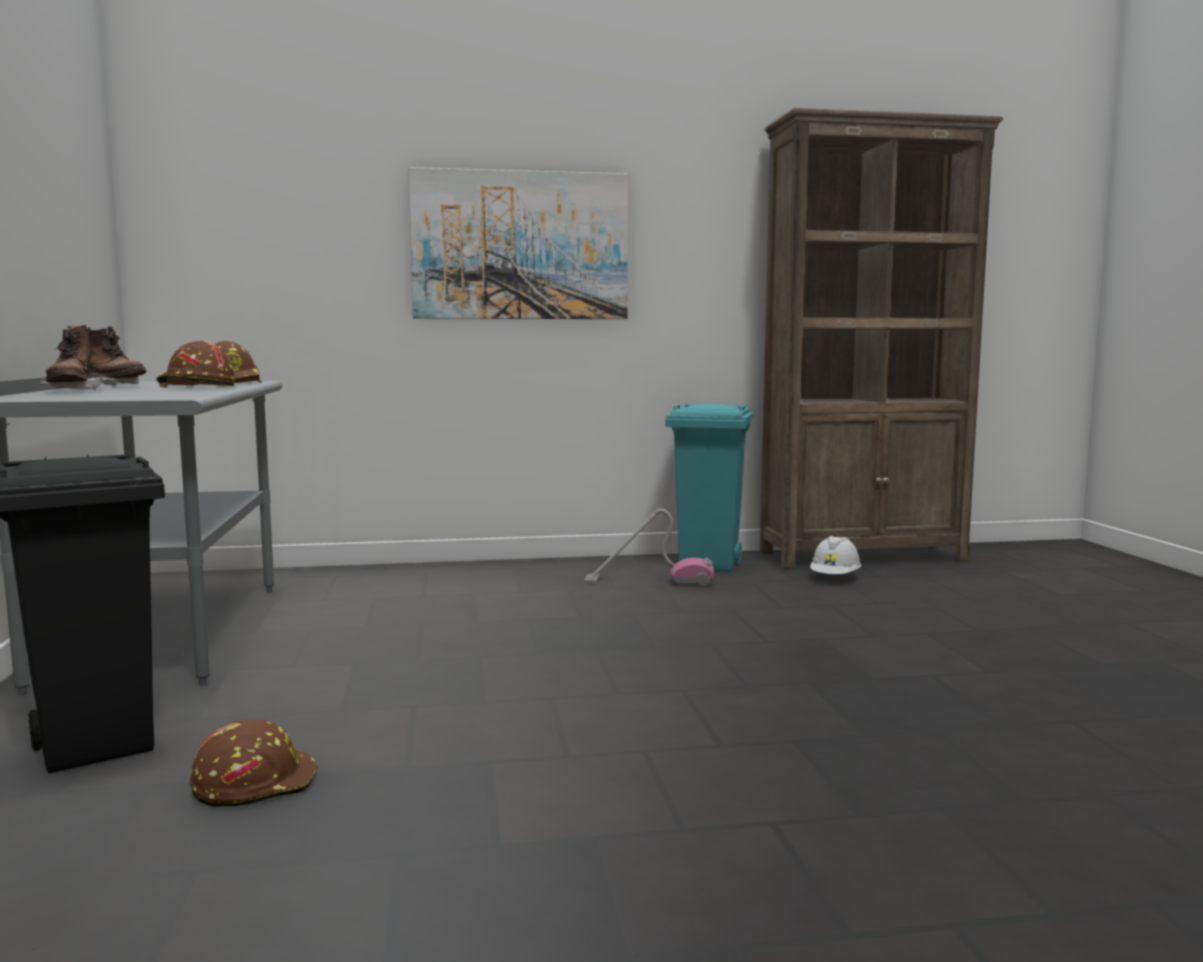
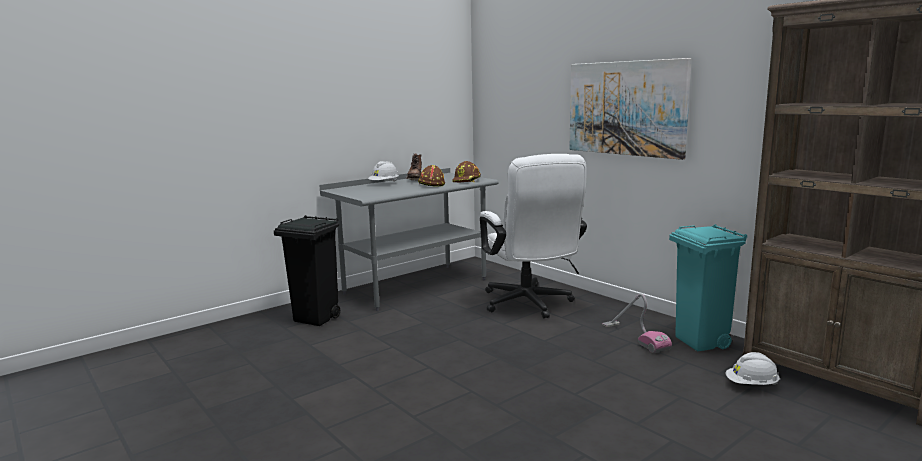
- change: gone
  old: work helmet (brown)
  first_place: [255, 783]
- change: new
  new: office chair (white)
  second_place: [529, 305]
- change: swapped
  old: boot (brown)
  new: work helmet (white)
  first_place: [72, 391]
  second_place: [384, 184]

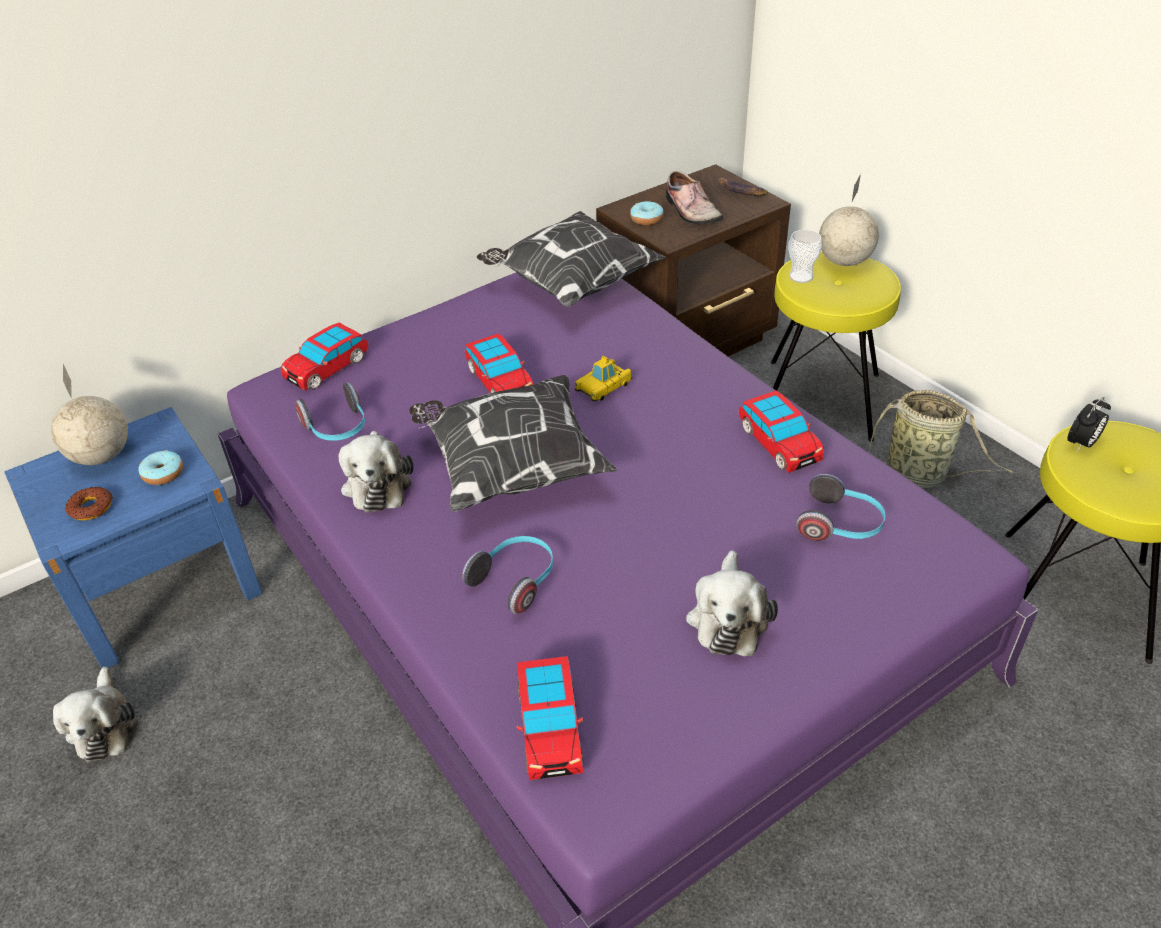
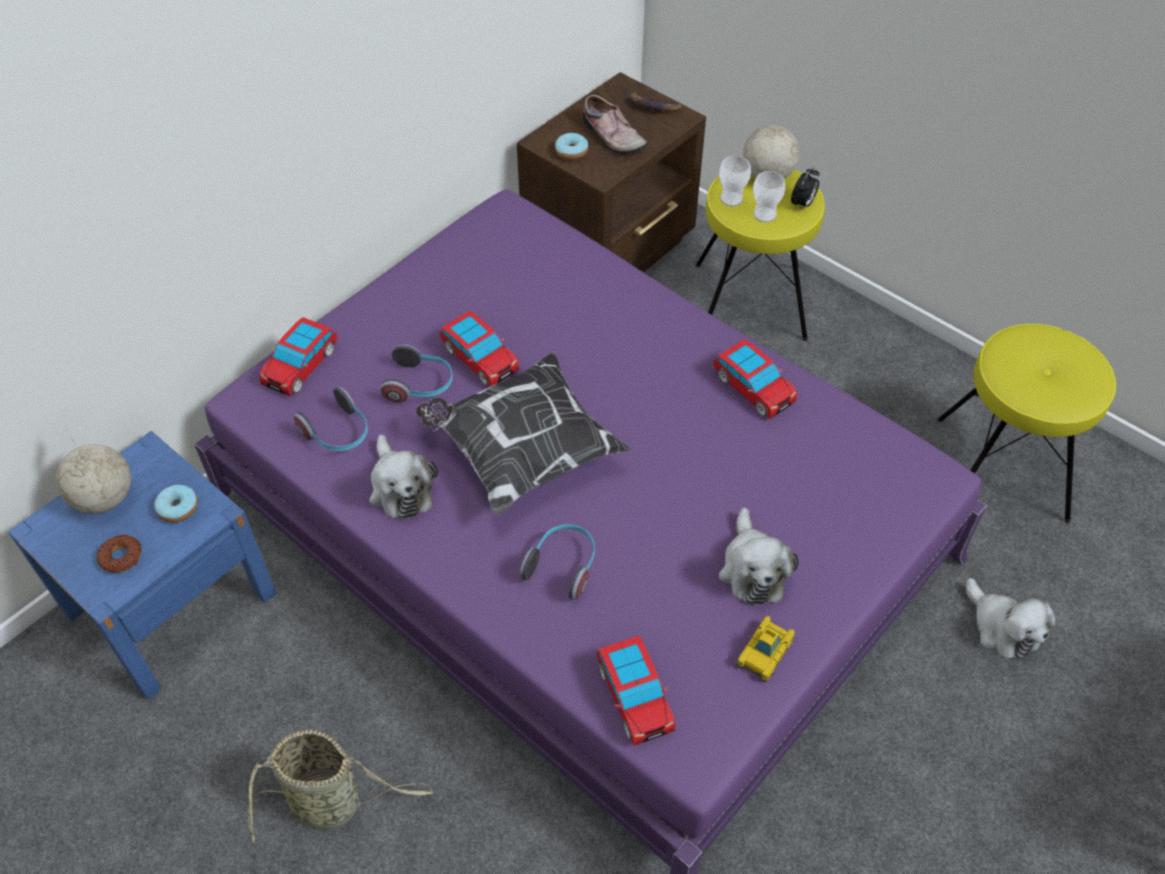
- change: gone
  old: throw pillow
  first_place: [571, 285]
- change: new
  new: small cup
  second_place: [764, 215]
- change: shifted
  old: soft toy
  first_place: [104, 725]
  second_place: [1002, 628]
- change: shifted
  old: toy car
  first_place: [603, 386]
  second_place: [764, 652]
- change: shifted
  old: pair of headphones
  first_place: [840, 525]
  second_place: [420, 385]
- change: shifted
  old: household basket
  first_place: [919, 475]
  second_place: [332, 803]
- change: shifted
  old: bedside clock
  first_place: [1081, 444]
  second_place: [802, 204]

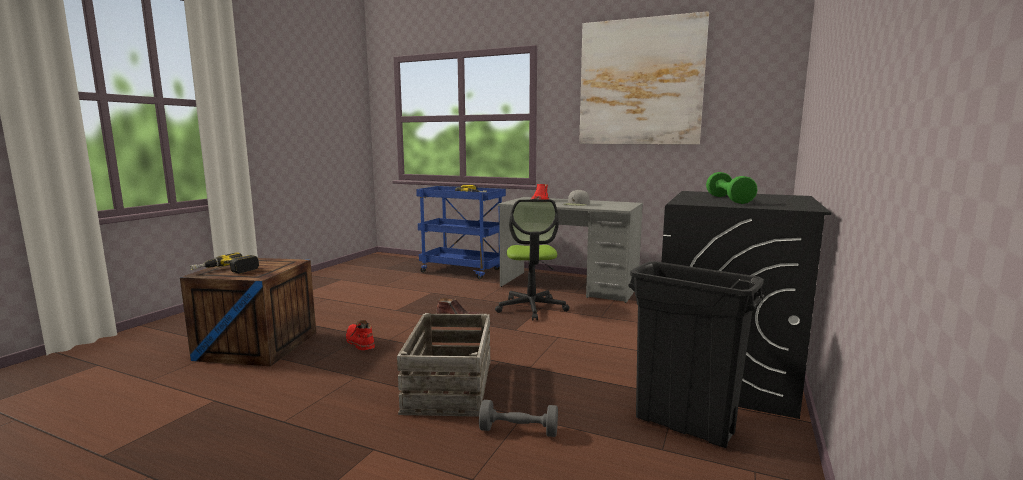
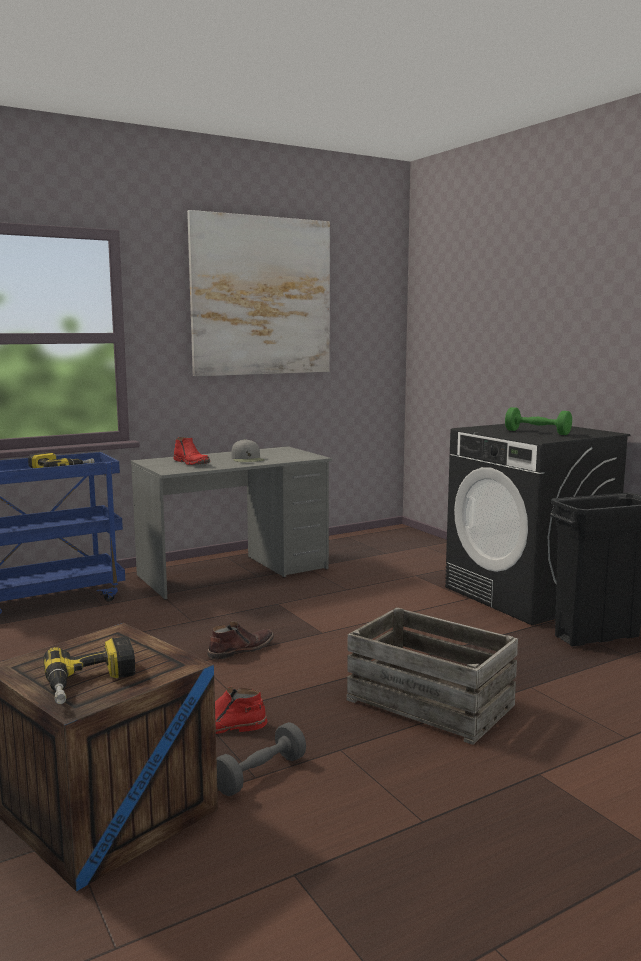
- change: gone
  old: office chair
  first_place: [531, 308]
- change: shifted
  old: free weight (greyish)
  first_place: [518, 431]
  second_place: [260, 774]

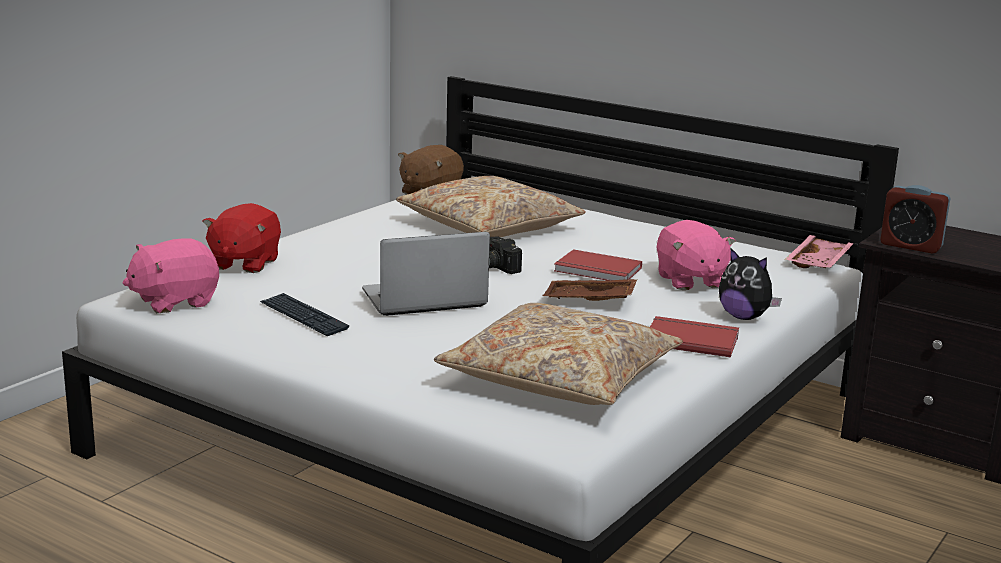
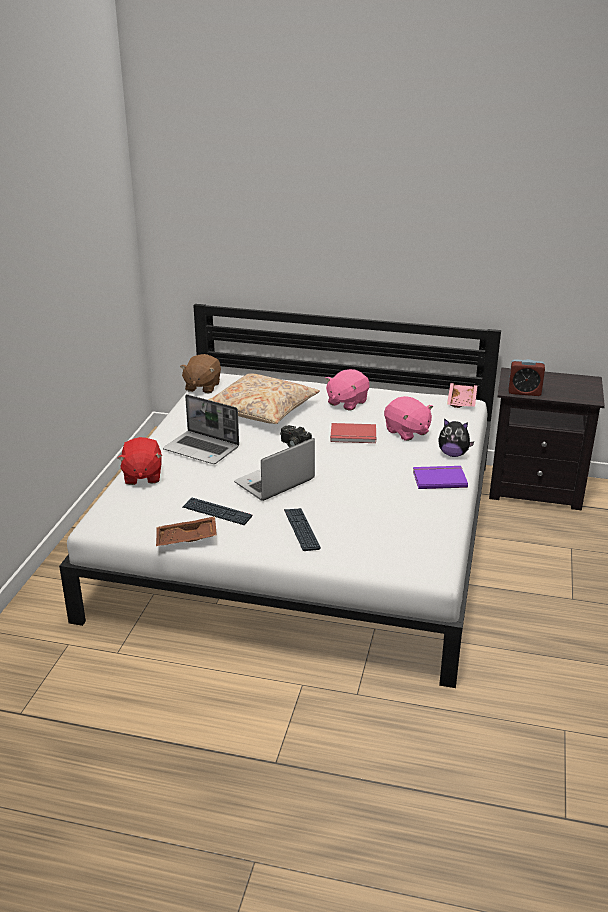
- change: gone
  old: throw pillow (beige)
  first_place: [560, 377]
- change: new
  new: laptop
  second_place: [202, 449]
- change: new
  new: keyboard
  second_place: [301, 530]
- change: shifted
  old: soft toy (pinkish)
  first_place: [174, 302]
  second_place: [346, 402]
- change: shifted
  old: carrying tray (brown)
  first_place: [589, 301]
  second_place: [186, 539]
- change: repainted
  old: book (reddish)
  new: book (purple-coloured)
  first_place: [691, 339]
  second_place: [439, 478]

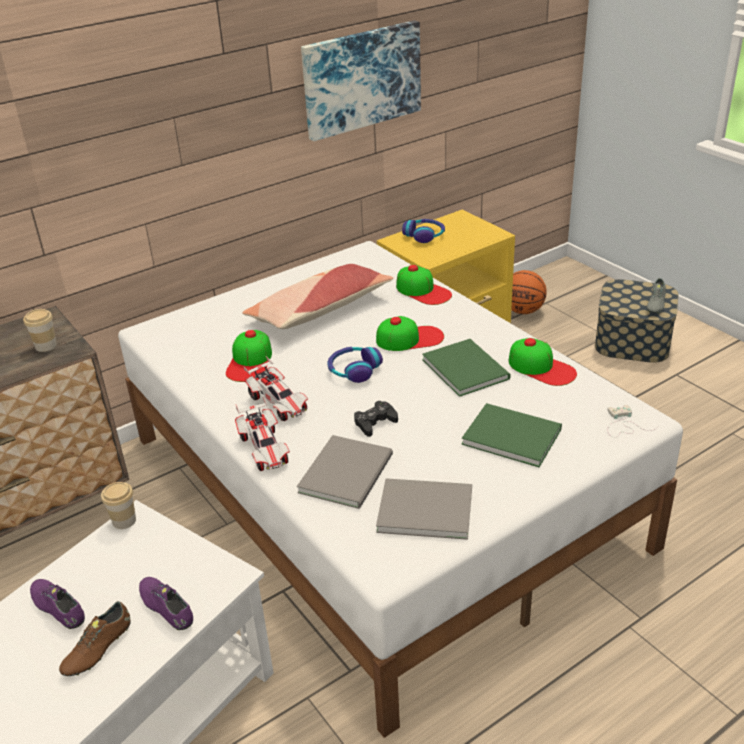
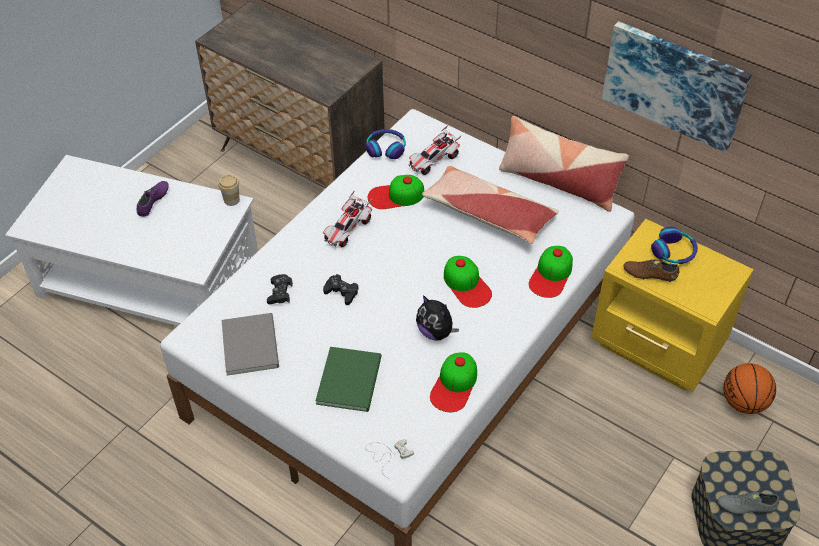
- change: gone
  old: small cup
  first_place: [46, 346]
- change: gone
  old: low shoe (purple-coloured)
  first_place: [167, 608]
- change: new
  new: throw pillow
  second_place: [558, 181]
- change: shifted
  old: low shoe (brown)
  first_place: [98, 649]
  second_place: [649, 274]
- change: shifted
  old: toy car
  first_place: [265, 449]
  second_place: [434, 160]
- change: shifted
  old: pair of headphones
  first_place: [354, 370]
  second_place: [386, 148]
- change: swapped
  old: book (greyish)
  new: joypad (black)
  first_place: [349, 472]
  second_place: [280, 293]
- change: swapped
  old: book (green-coloured)
  new: soft toy
  first_place: [465, 367]
  second_place: [436, 332]

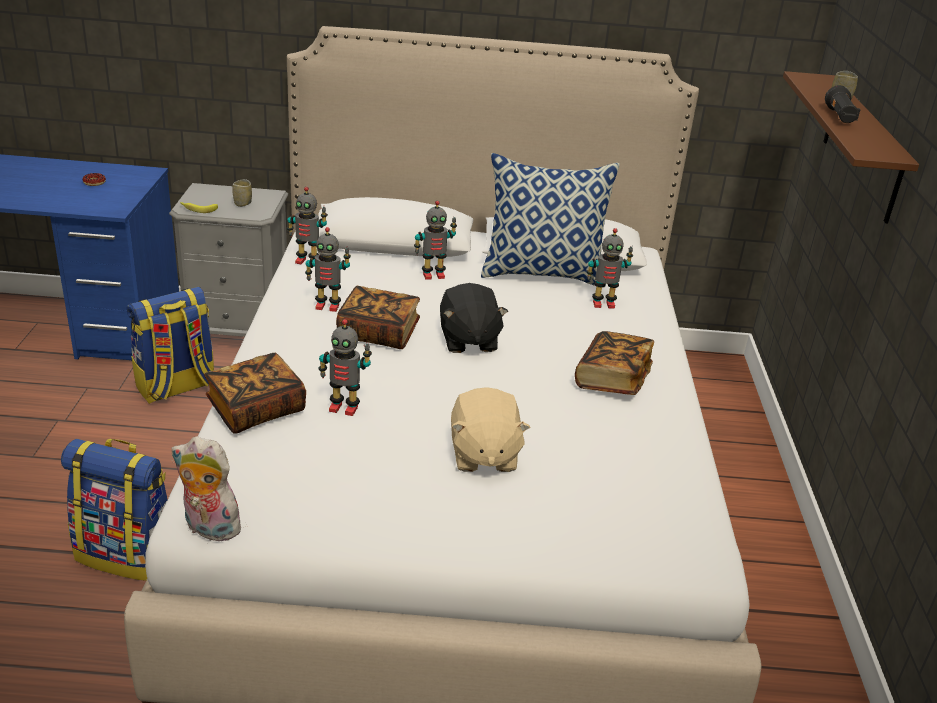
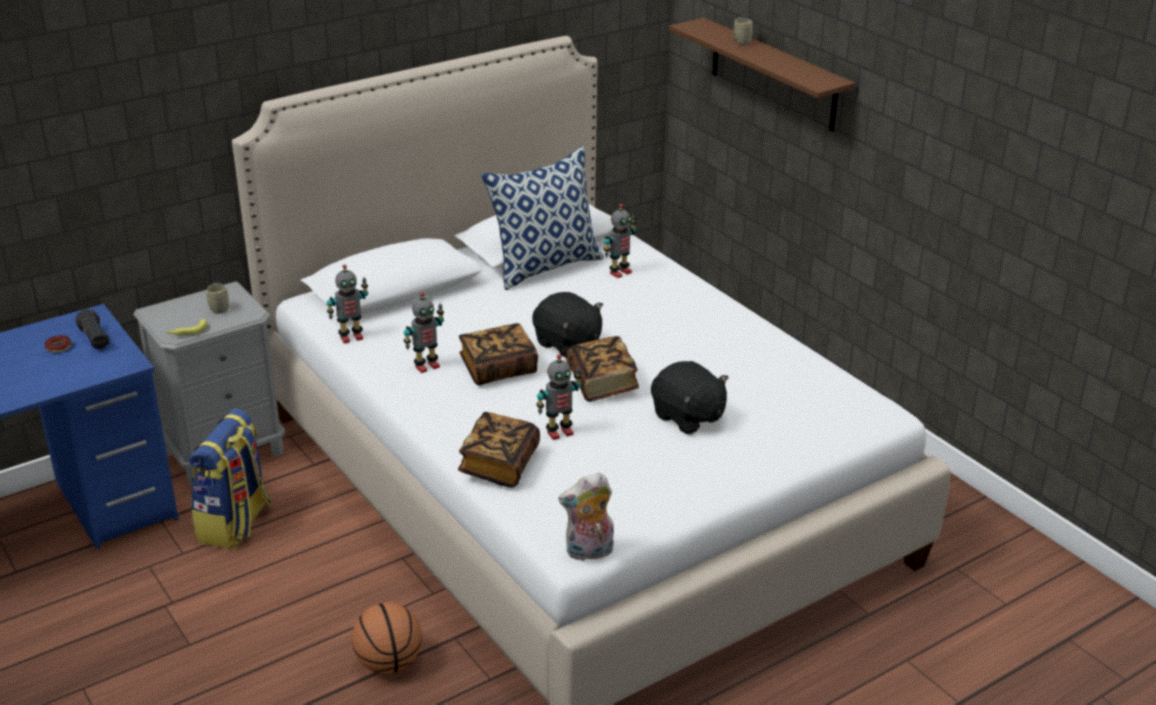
- change: gone
  old: robot figure
  first_place: [433, 275]
- change: shifted
  old: book
  first_place: [612, 379]
  second_place: [602, 383]
- change: shifted
  old: torch (black)
  first_place: [839, 117]
  second_place: [95, 340]
- change: swapped
  old: knapsack
  new: basketball
  first_place: [128, 554]
  second_place: [389, 663]
- change: repainted
  old: soft toy (beige)
  new: soft toy (black)
  first_place: [483, 455]
  second_place: [688, 417]

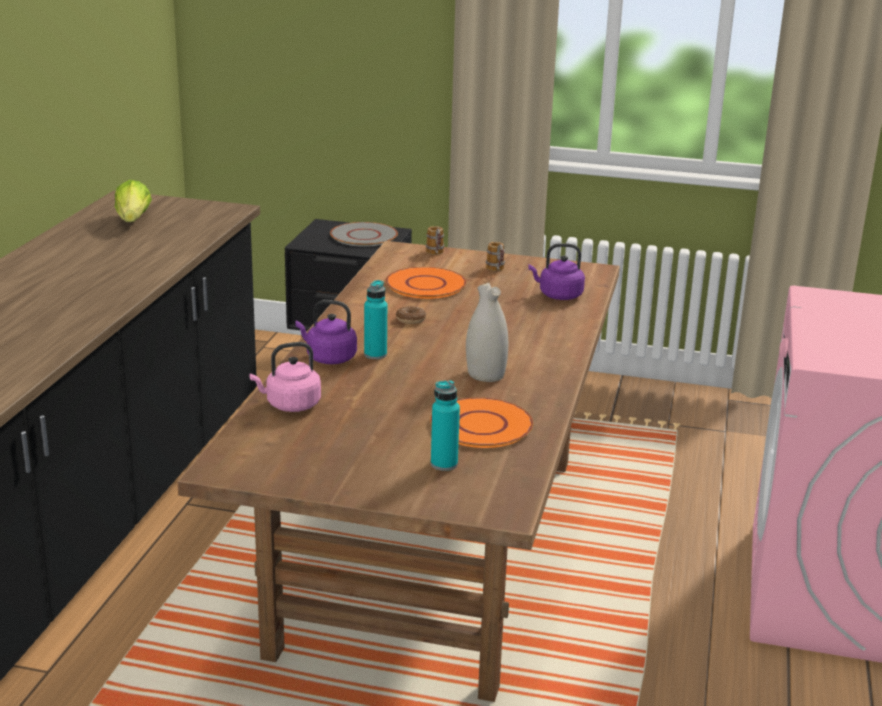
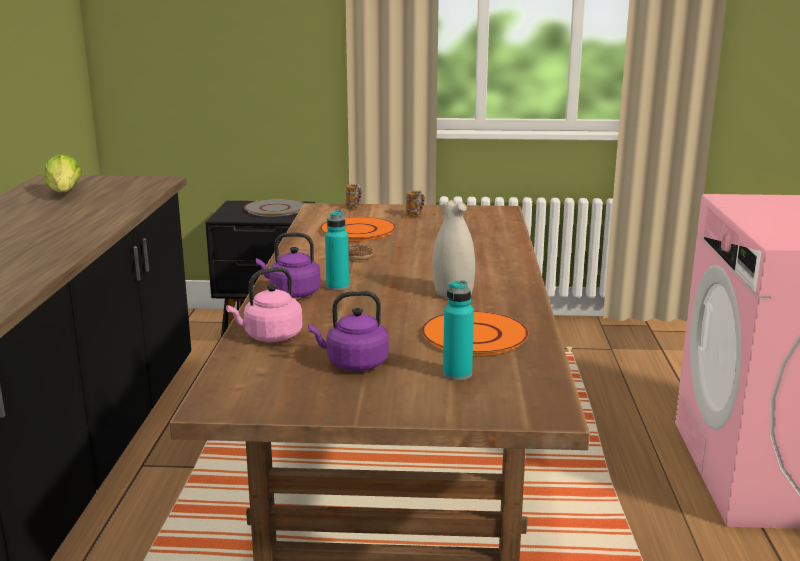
- change: shifted
  old: tea kettle (purple-coloured)
  first_place: [558, 295]
  second_place: [353, 364]

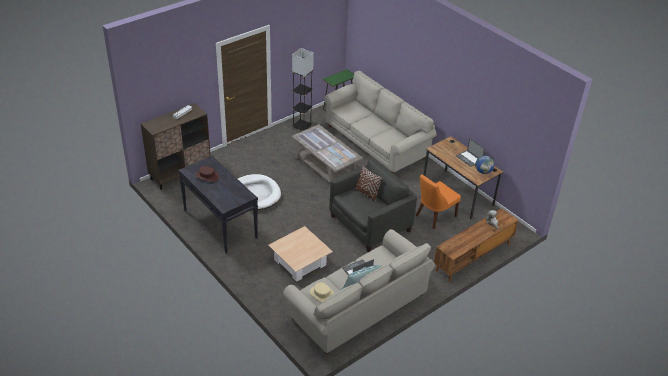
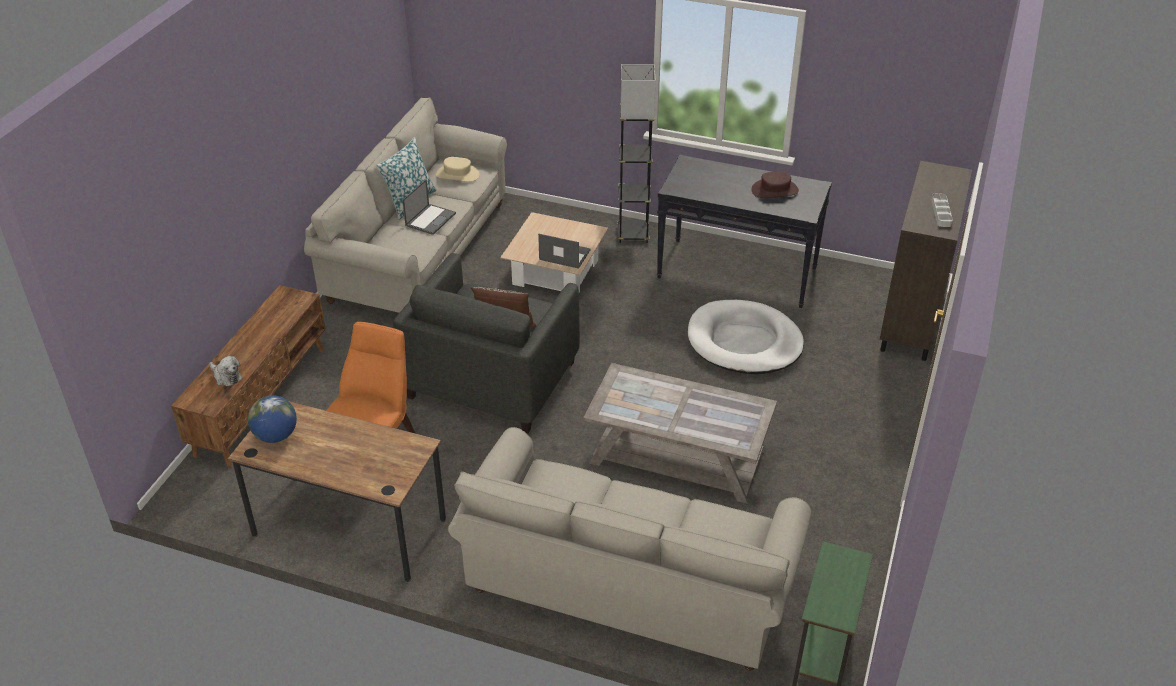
- change: shifted
  old: standing lamp (black)
  first_place: [302, 127]
  second_place: [633, 234]
- change: shifted
  old: laptop
  first_place: [469, 158]
  second_place: [564, 255]

